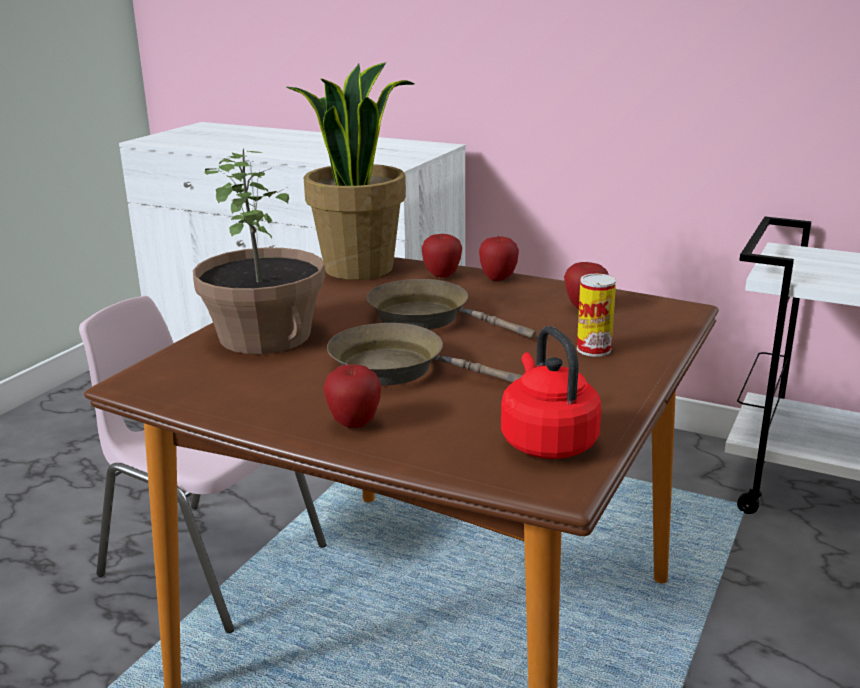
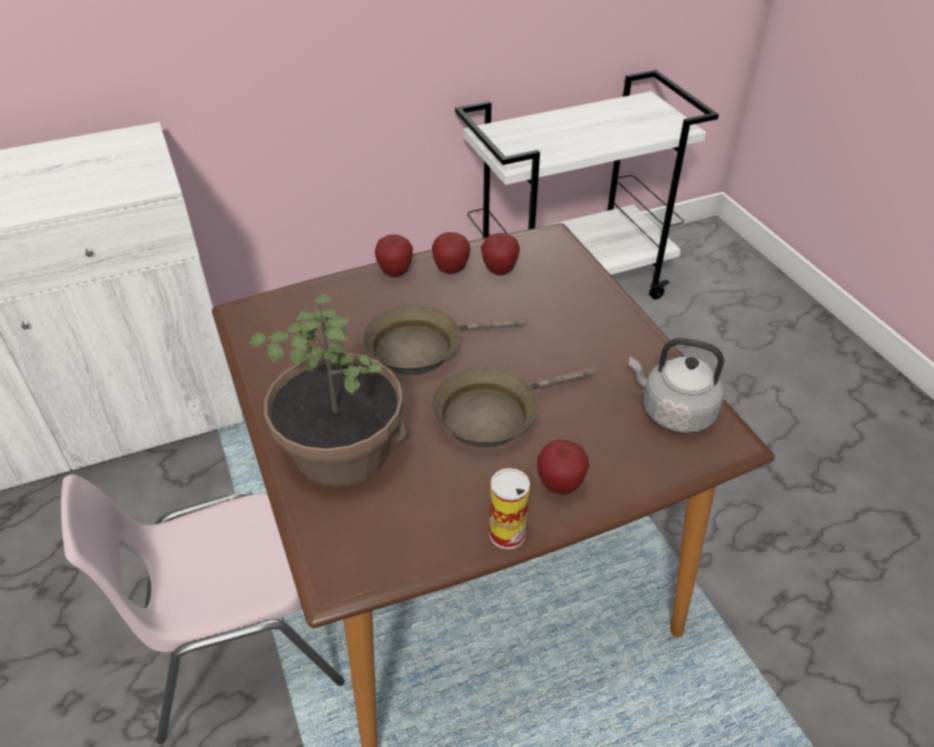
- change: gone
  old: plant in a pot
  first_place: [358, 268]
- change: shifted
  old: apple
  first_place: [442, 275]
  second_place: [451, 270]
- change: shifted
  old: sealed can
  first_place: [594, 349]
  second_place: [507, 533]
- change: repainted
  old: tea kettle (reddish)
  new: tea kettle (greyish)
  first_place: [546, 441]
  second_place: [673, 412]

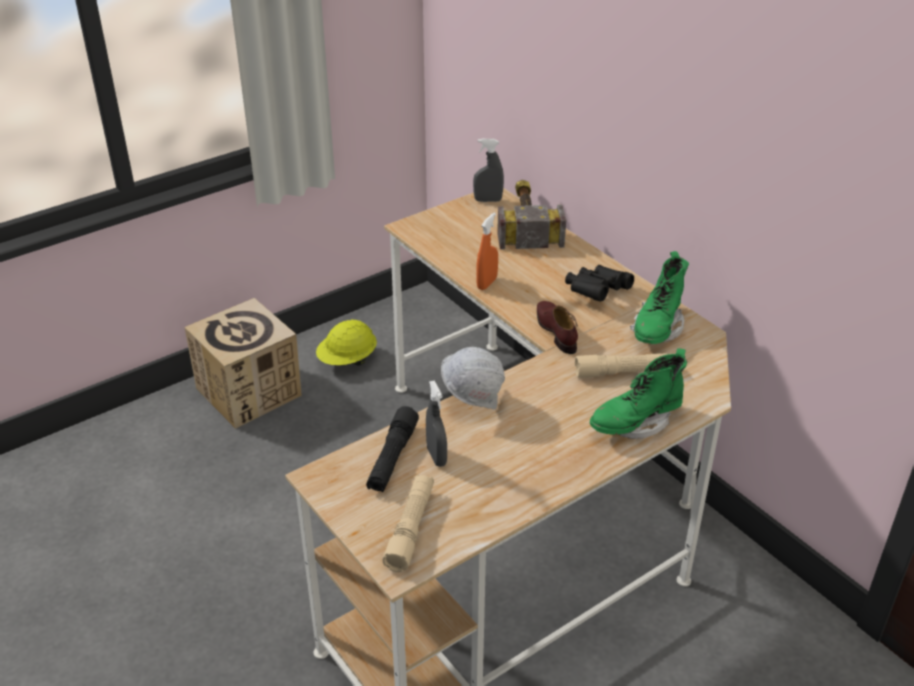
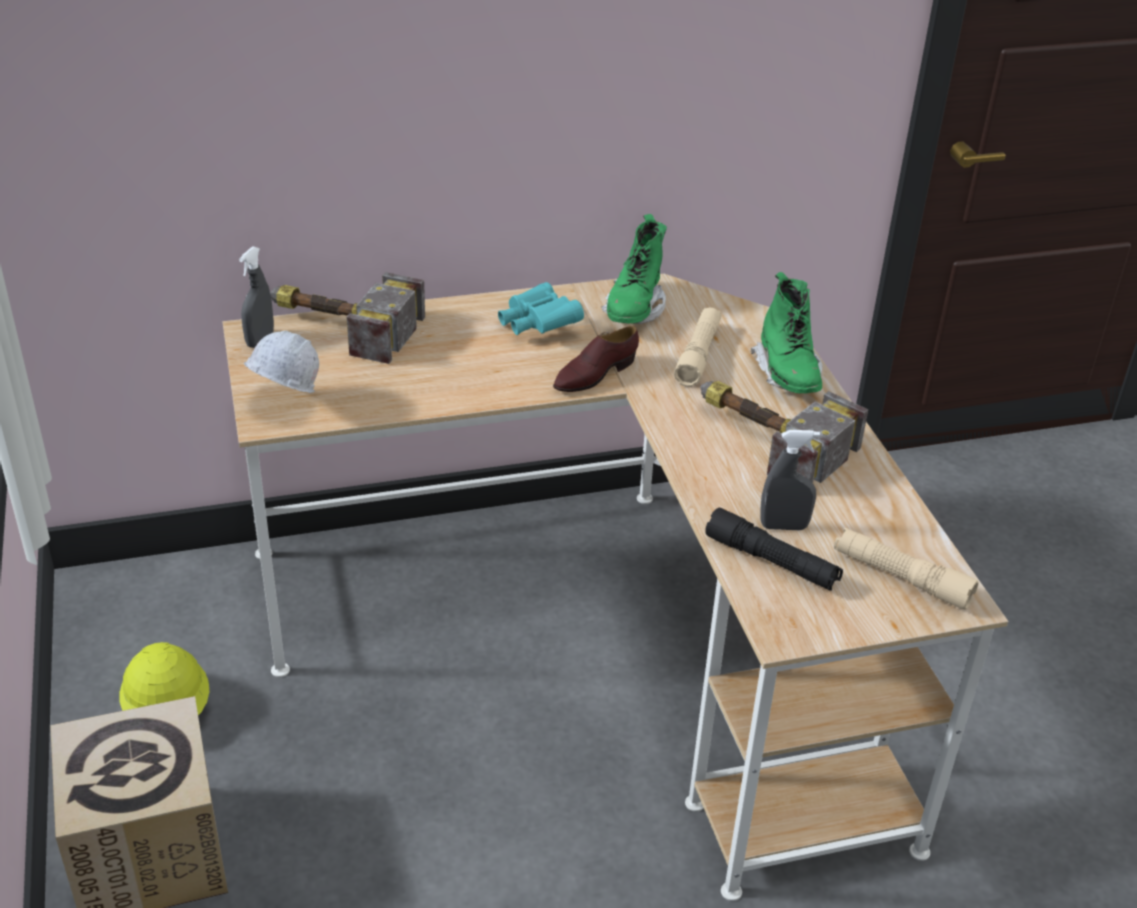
- change: gone
  old: spray bottle (orange)
  first_place: [487, 283]
- change: new
  new: hand hammer
  second_place: [764, 437]
- change: shifted
  old: work helmet (white)
  first_place: [472, 402]
  second_place: [284, 405]
- change: repainted
  old: pair of binoculars (black)
  new: pair of binoculars (turquoise-coloured)
  first_place: [596, 292]
  second_place: [537, 325]
- change: rotated
  old: low shoe (brown)
  first_place: [556, 331]
  second_place: [594, 374]
  degrees: -45
- change: rotated
  old: boot (green-coloured)
  first_place: [657, 329]
  second_place: [634, 310]
  degrees: 60

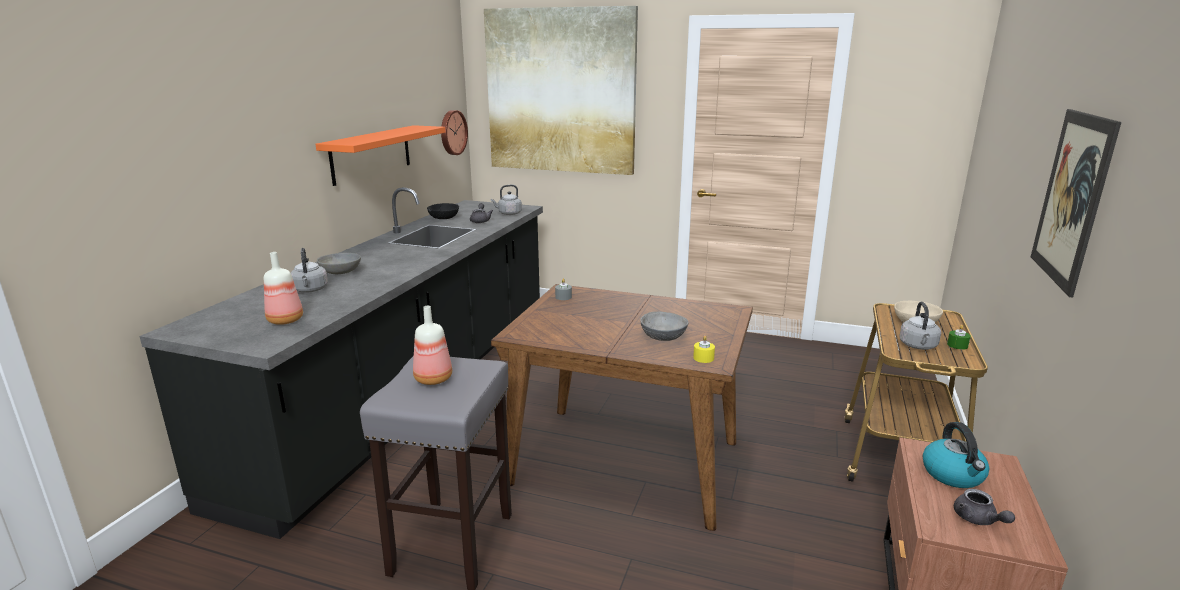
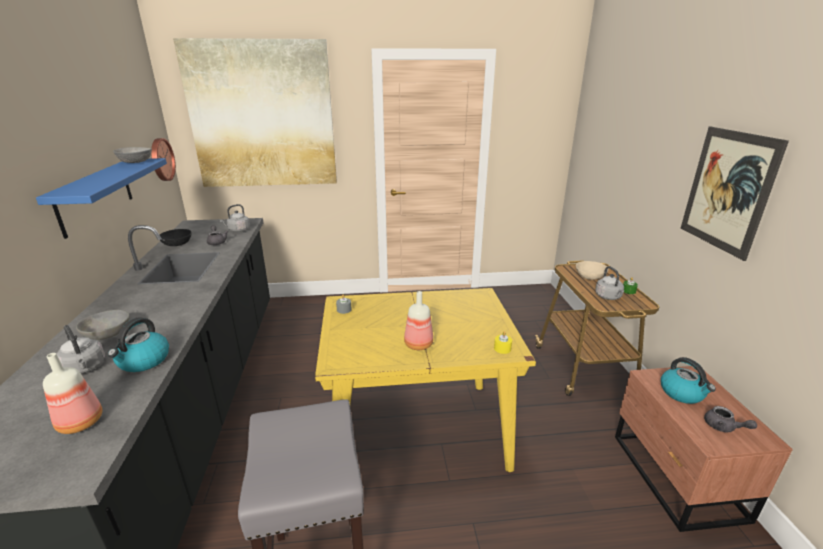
- change: new
  new: tea kettle
  second_place: [143, 361]
- change: shifted
  old: beverage bottle
  first_place: [432, 379]
  second_place: [417, 345]
- change: shifted
  old: deep dish (greyish)
  first_place: [662, 337]
  second_place: [135, 162]
- change: repainted
  old: shelf (orange)
  new: shelf (bluish)
  first_place: [371, 154]
  second_place: [95, 196]
- change: repainted
  old: dinner table (brown)
  new: dinner table (yellow-coloured)
  first_place: [627, 462]
  second_place: [418, 430]

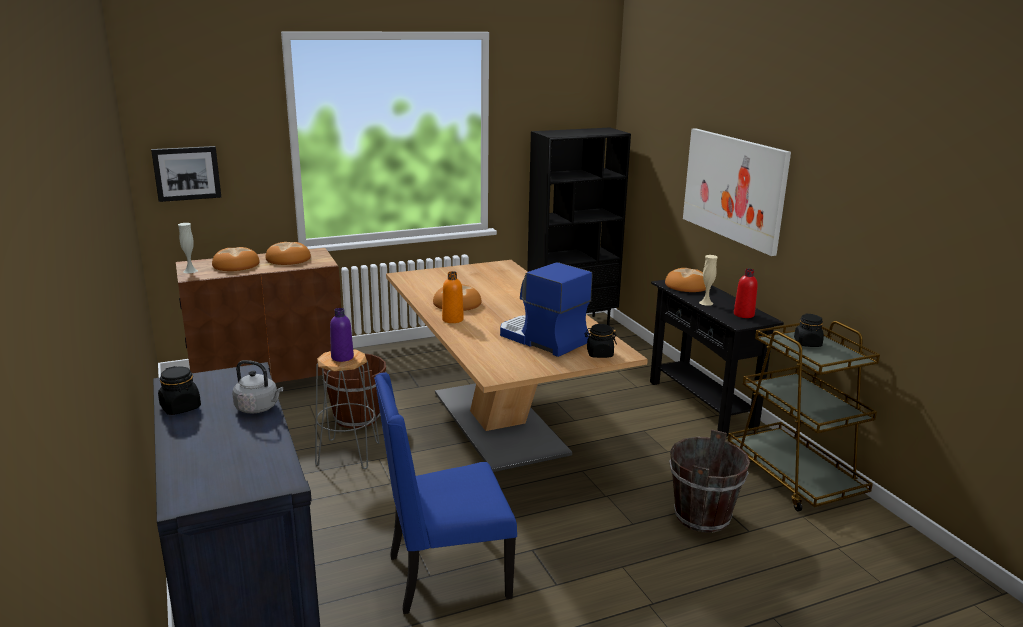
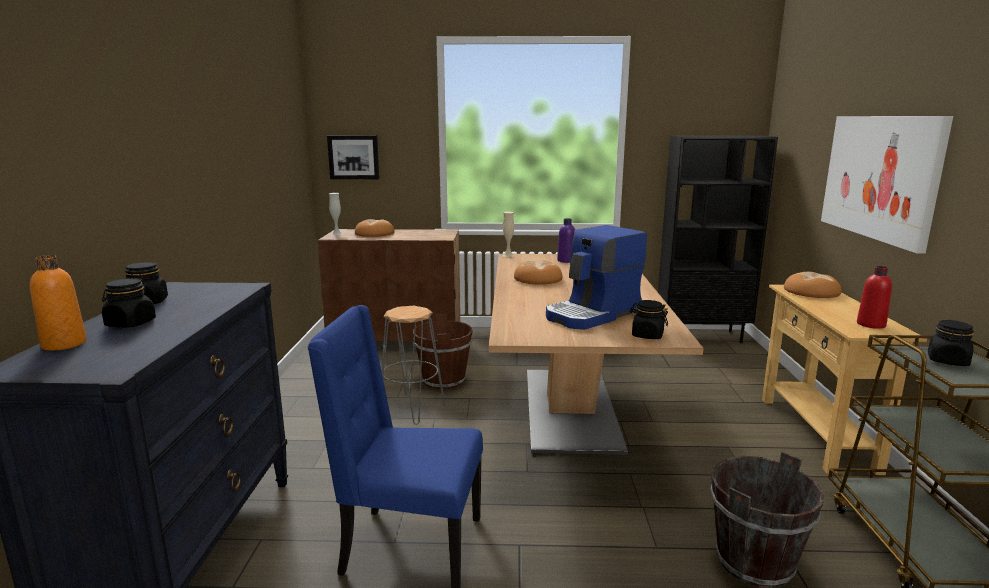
- change: gone
  old: tea kettle (greyish)
  first_place: [259, 408]
- change: gone
  old: baked bread
  first_place: [288, 259]
- change: new
  new: jar (black)
  second_place: [130, 323]
- change: shifted
  old: beverage bottle (purple-coloured)
  first_place: [342, 357]
  second_place: [566, 261]
- change: shifted
  old: beverage bottle (orange)
  first_place: [452, 319]
  second_place: [64, 344]
- change: shifted
  old: vase (beige)
  first_place: [706, 303]
  second_place: [508, 255]
- change: repainted
  old: narrow table (black)
  new: narrow table (beige)
  first_place: [701, 404]
  second_place: [816, 433]
- change: rotated
  old: coffee machine
  first_place: [541, 339]
  second_place: [593, 315]
  degrees: -105

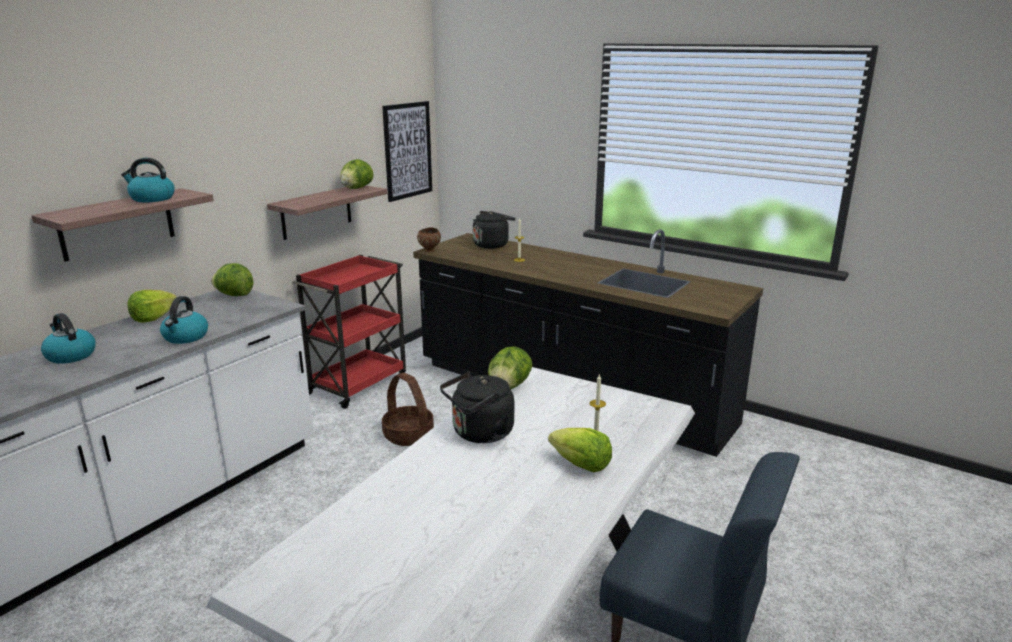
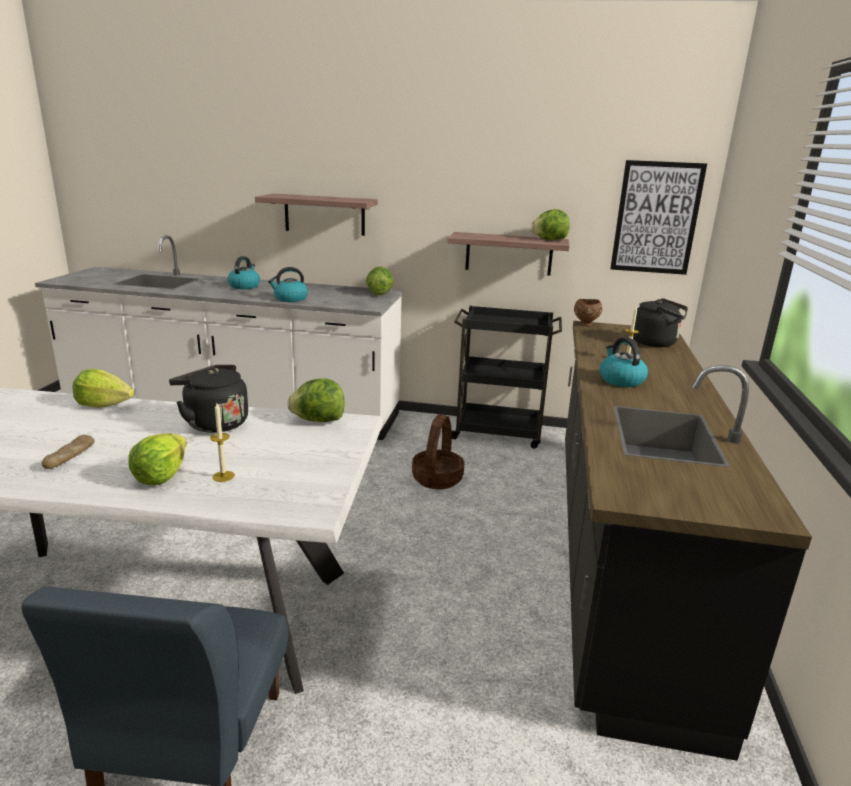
- change: new
  new: baked bread
  second_place: [70, 457]
- change: shifted
  old: tea kettle
  first_place: [151, 199]
  second_place: [620, 380]
- change: shifted
  old: lettuce
  first_place: [153, 318]
  second_place: [104, 405]
- change: repainted
  old: cart (reddish)
  new: cart (black)
  first_place: [359, 384]
  second_place: [499, 432]

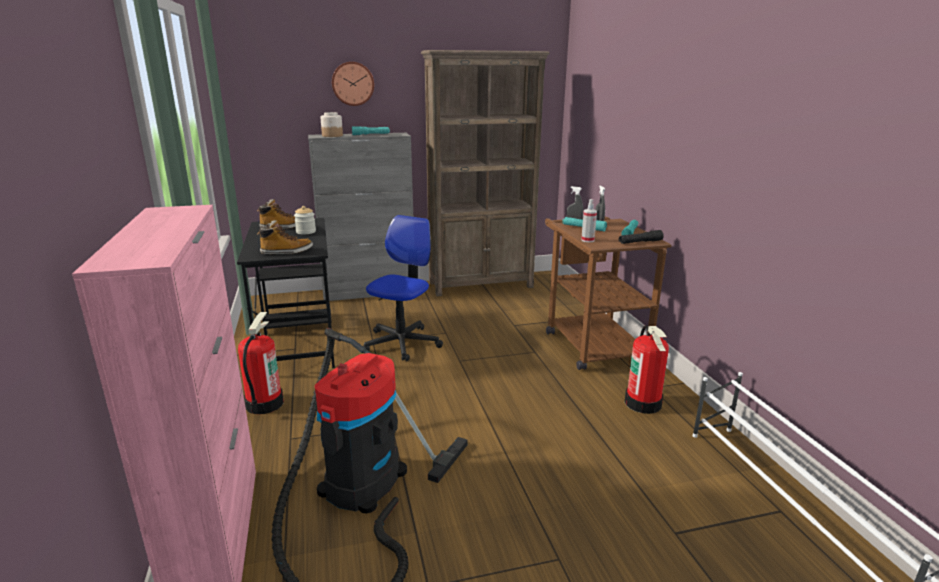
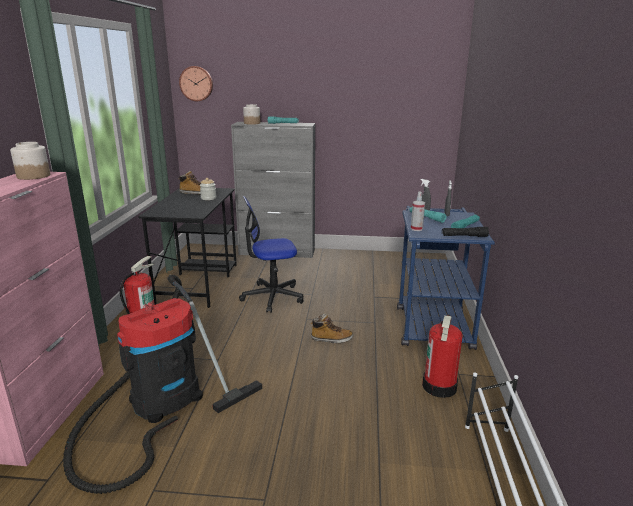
- change: gone
  old: shelving unit (brown)
  first_place: [481, 285]
- change: new
  new: jar
  second_place: [33, 176]
- change: shifted
  old: boot
  first_place: [286, 252]
  second_place: [331, 339]
- change: shifted
  old: clock on the wall
  first_place: [352, 83]
  second_place: [196, 83]
- change: repainted
  old: cart (brown)
  new: cart (bluish)
  first_place: [591, 342]
  second_place: [432, 323]
- change: rotated
  old: office chair
  first_place: [402, 343]
  second_place: [272, 297]
  degrees: -150

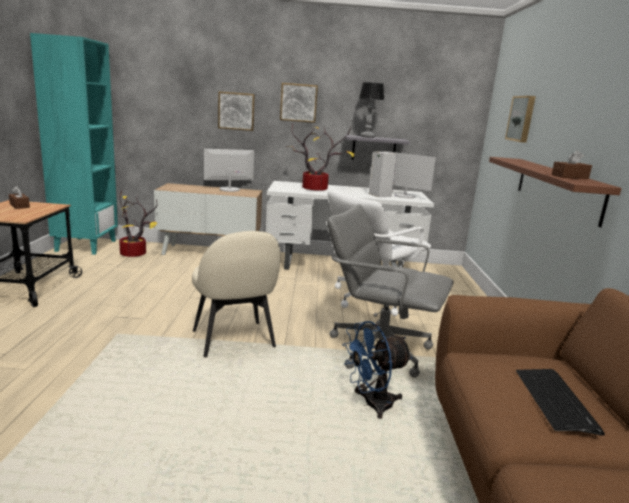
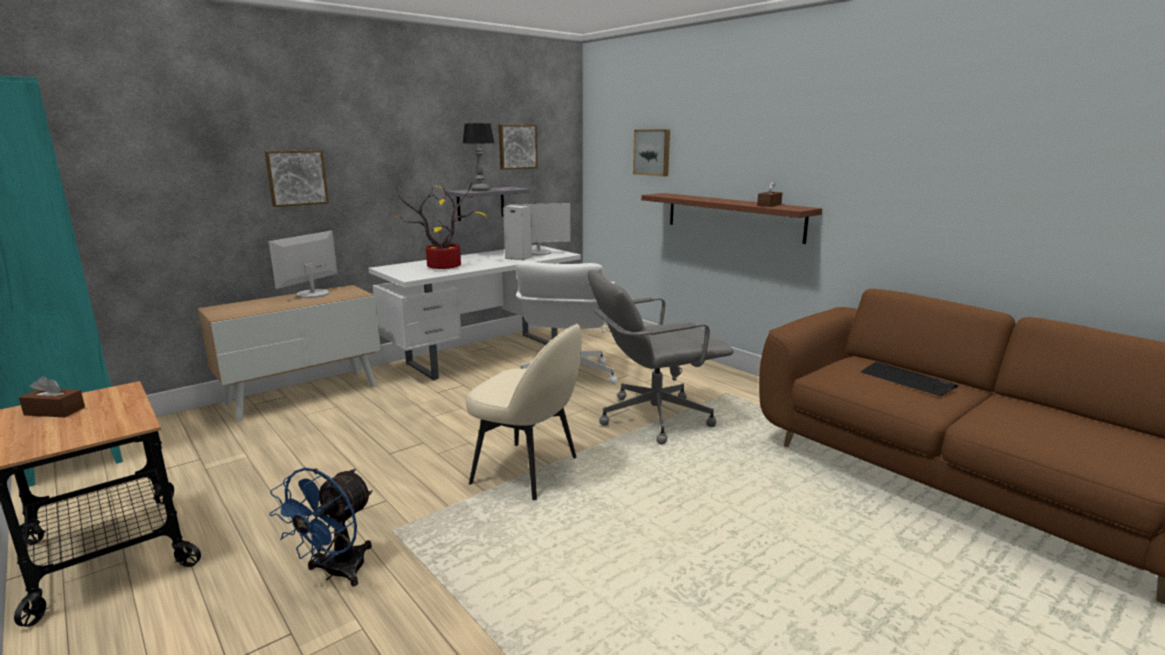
- change: gone
  old: plant in a pot
  first_place: [135, 254]
- change: shifted
  old: wall picture
  first_place: [298, 102]
  second_place: [517, 146]
- change: shifted
  old: cooling fan (bluish)
  first_place: [371, 405]
  second_place: [336, 573]

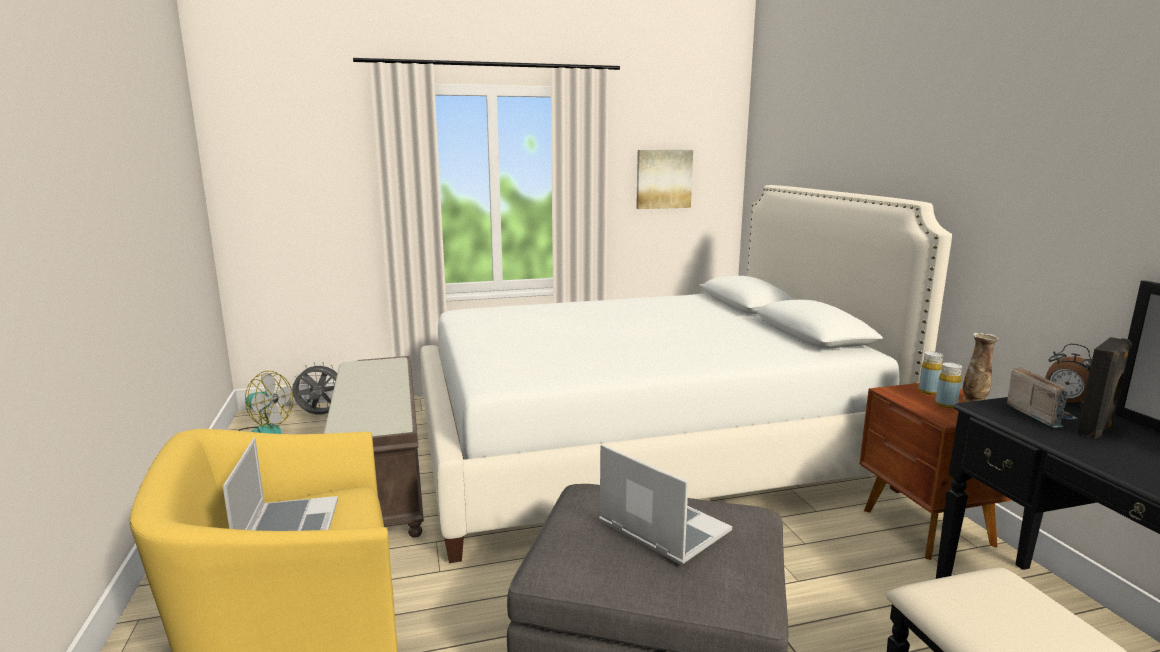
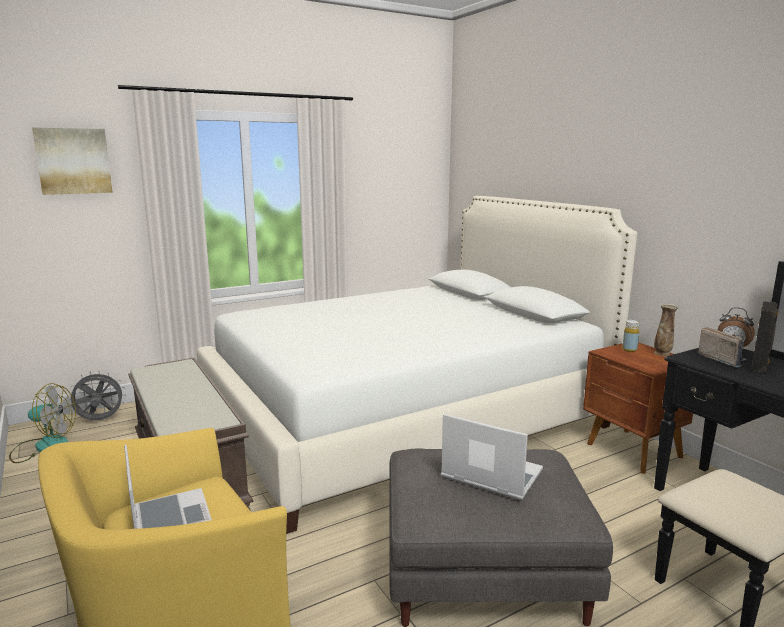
- change: gone
  old: beverage bottle (yellow-coloured)
  first_place: [946, 404]
- change: shifted
  old: wall picture
  first_place: [663, 179]
  second_place: [73, 161]

